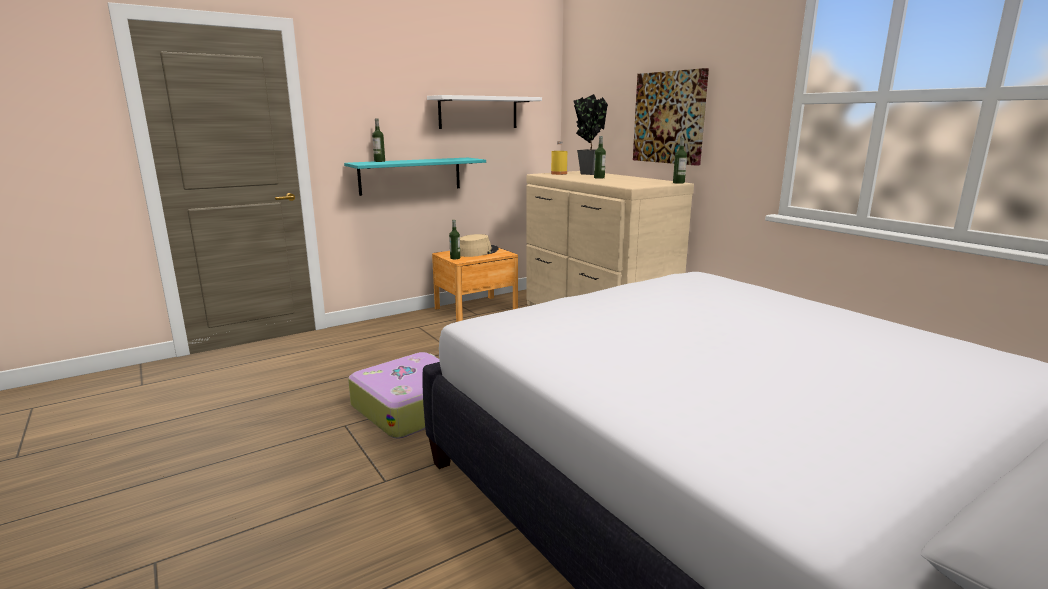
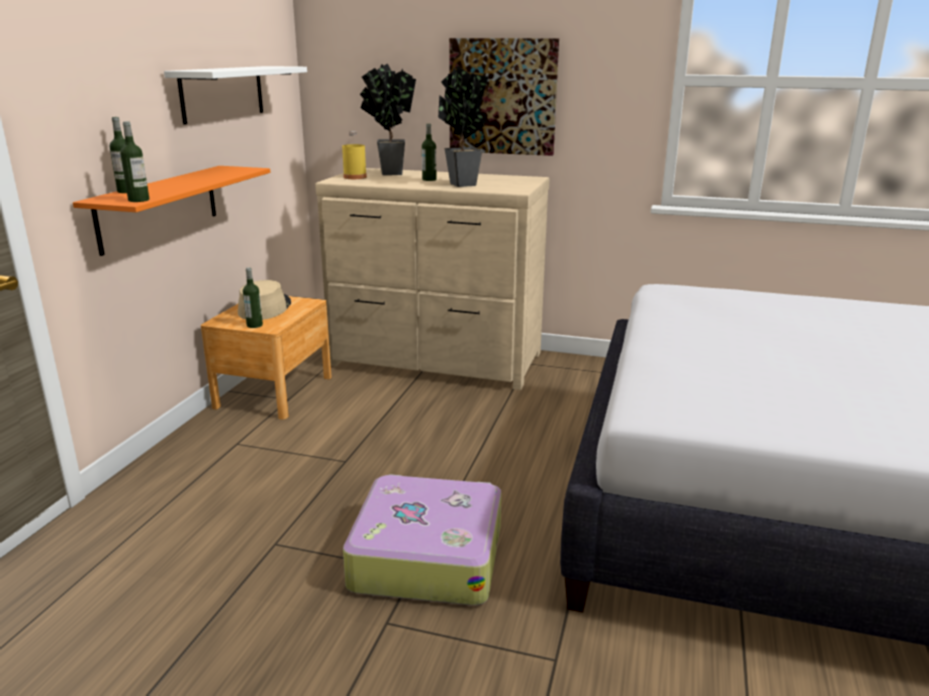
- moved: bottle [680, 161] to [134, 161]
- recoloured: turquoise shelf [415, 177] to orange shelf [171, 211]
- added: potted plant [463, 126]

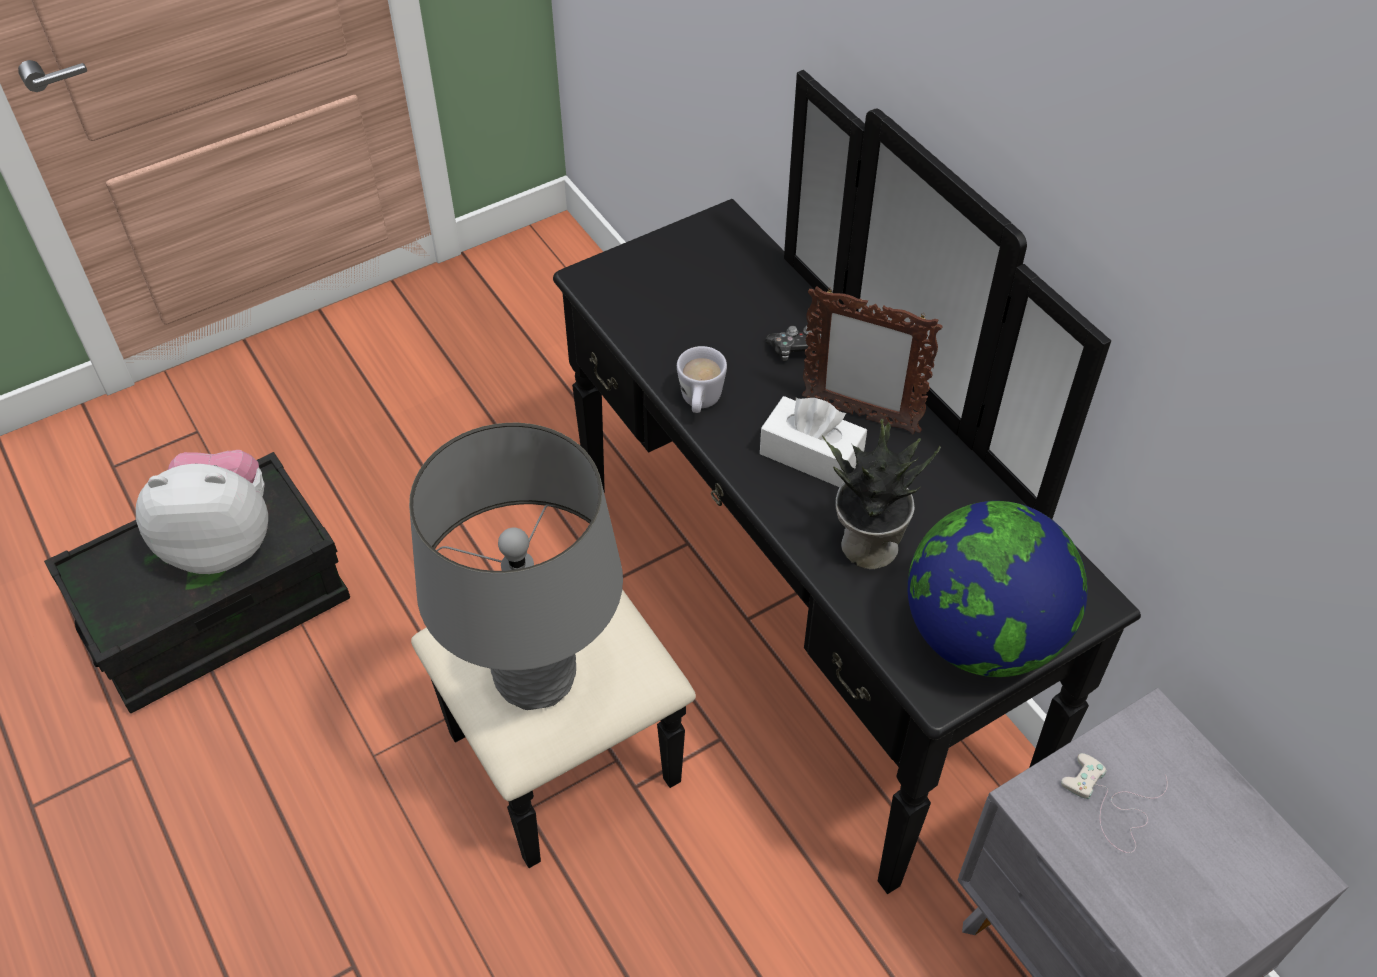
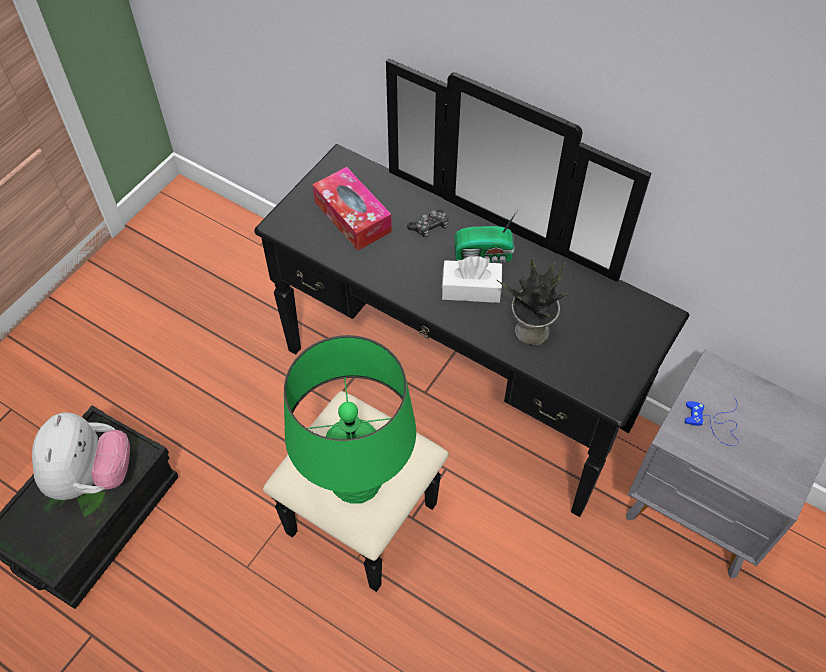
- replaced: picture frame [872, 360] to radio [487, 235]
- removed: white mug [702, 379]
- recoloured: grey table lamp [516, 566] to green table lamp [350, 419]
- turned: plush toy [202, 512] = [81, 456] 120 degrees clockwise
- removed: globe [997, 589]
- recoloured: white game controller [1114, 803] to blue game controller [711, 421]
- added: tissue box [352, 208]

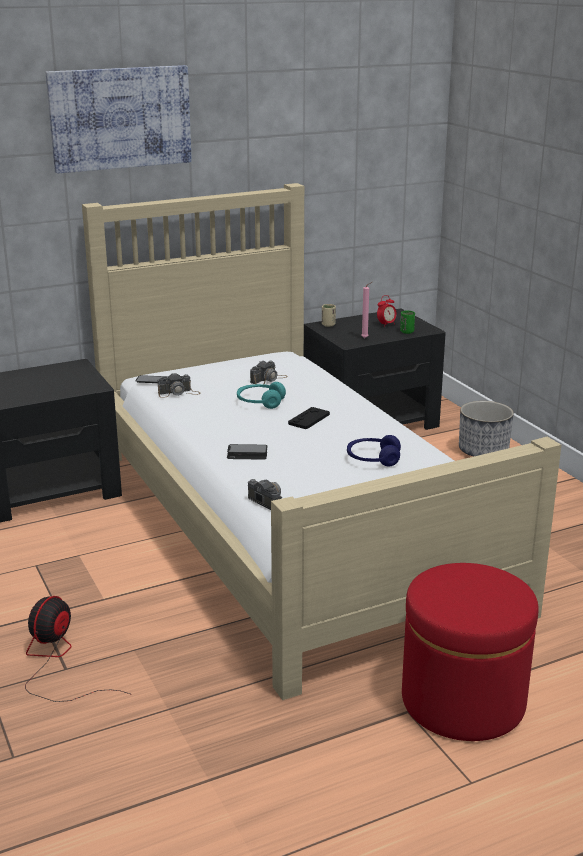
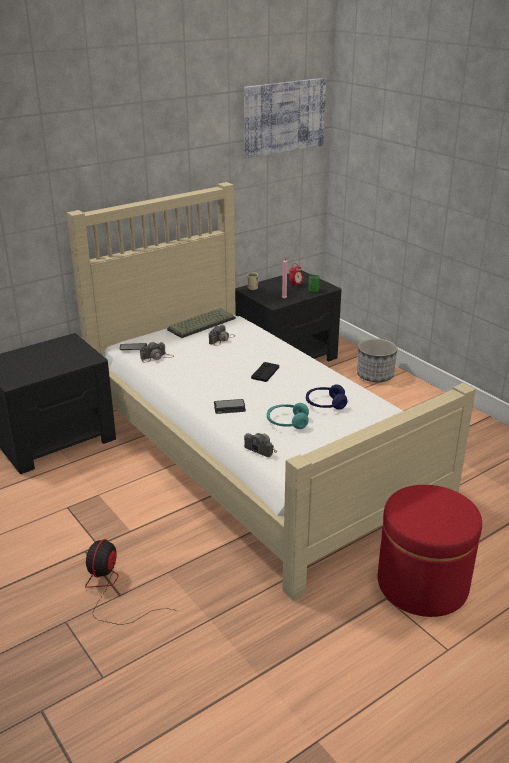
- moved: picture [119, 119] to [285, 118]
- moved: turquoise headphones [261, 395] to [288, 416]
- added: keyboard [201, 323]

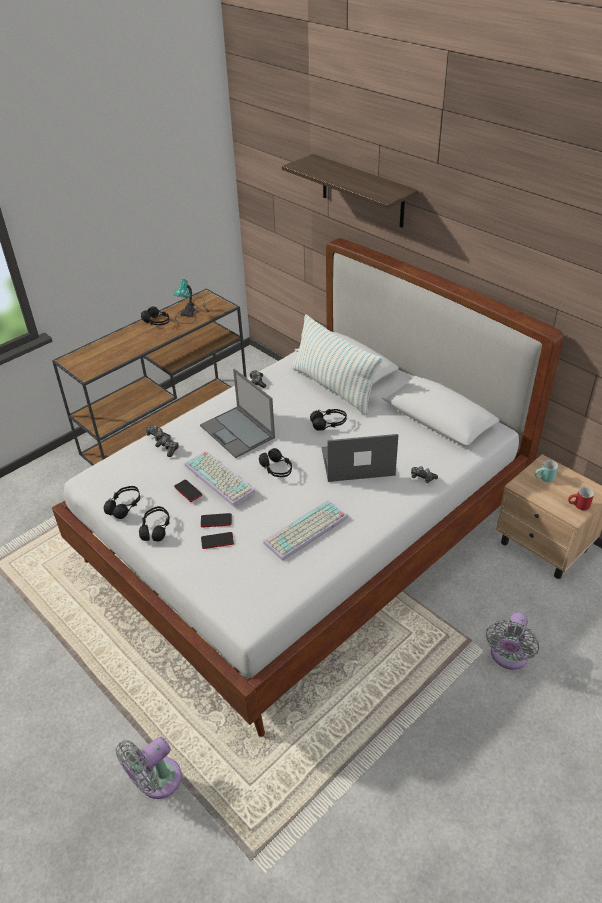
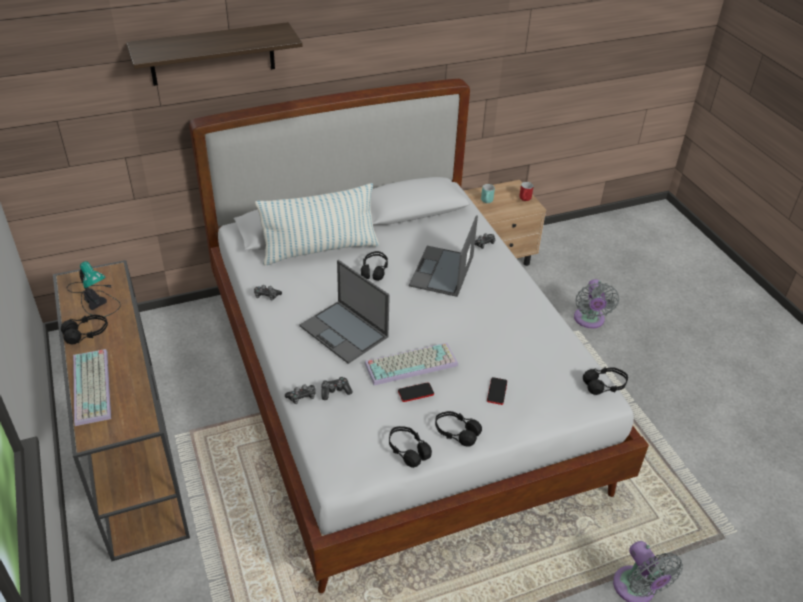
- turned: laptop [237, 413] = [344, 312] 60 degrees clockwise
- moved: black headphones [275, 462] to [605, 381]
- moved: keyboard [305, 530] to [92, 387]
- removed: phone [216, 520]
- turned: grey fan [512, 641] = [596, 304] 45 degrees clockwise

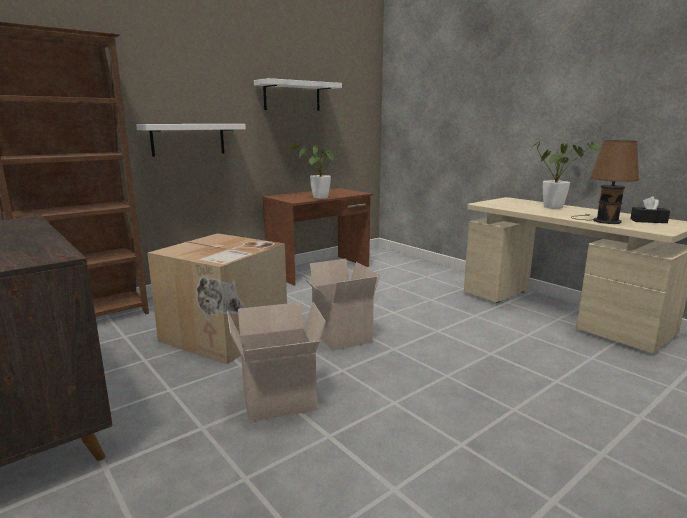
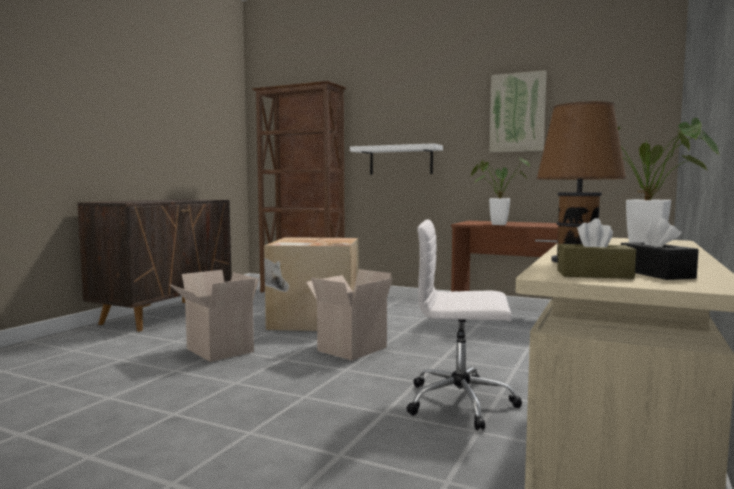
- replaced: white shelf [298, 94] to picture [517, 111]
- added: brown tissue box [596, 248]
- added: white office chair [464, 325]

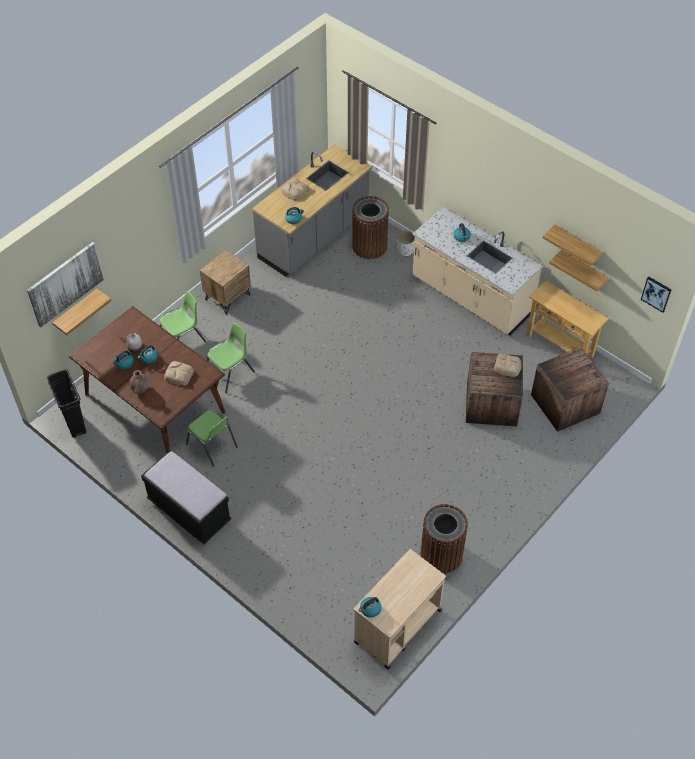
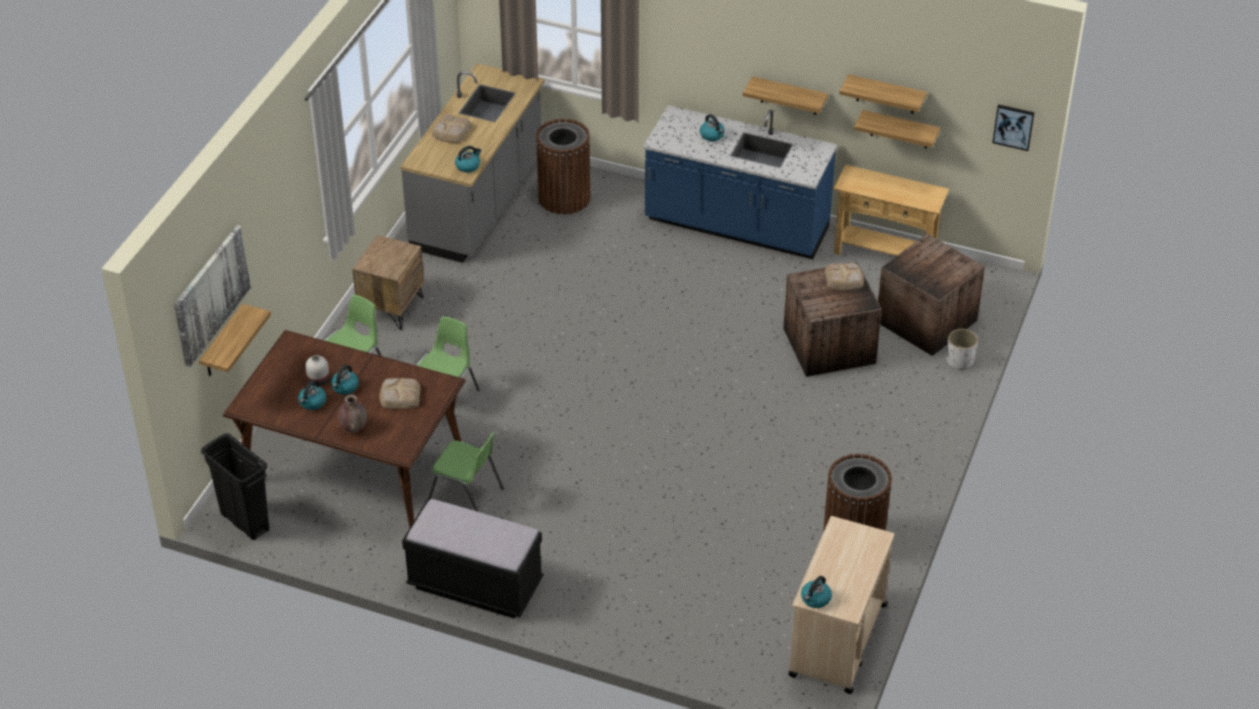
- recoloured: beige counter [478, 271] to blue counter [740, 182]
- moved: white planter [406, 244] to [962, 349]
- added: shelf [785, 96]

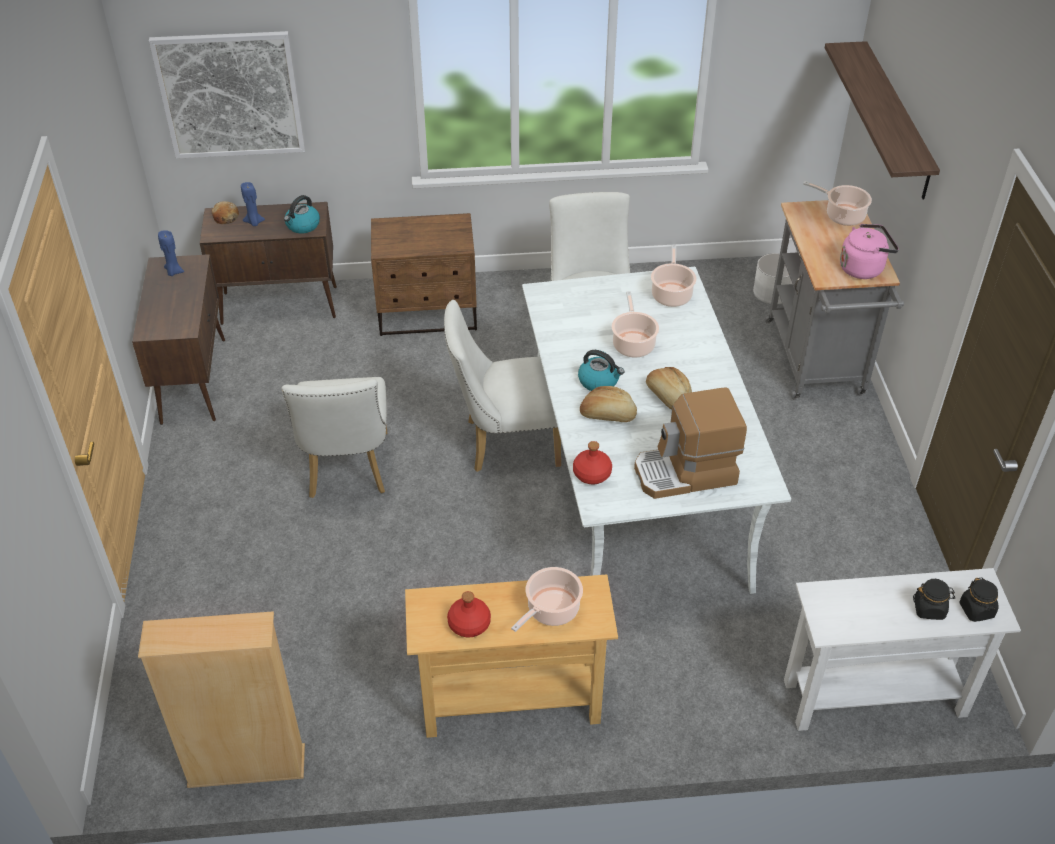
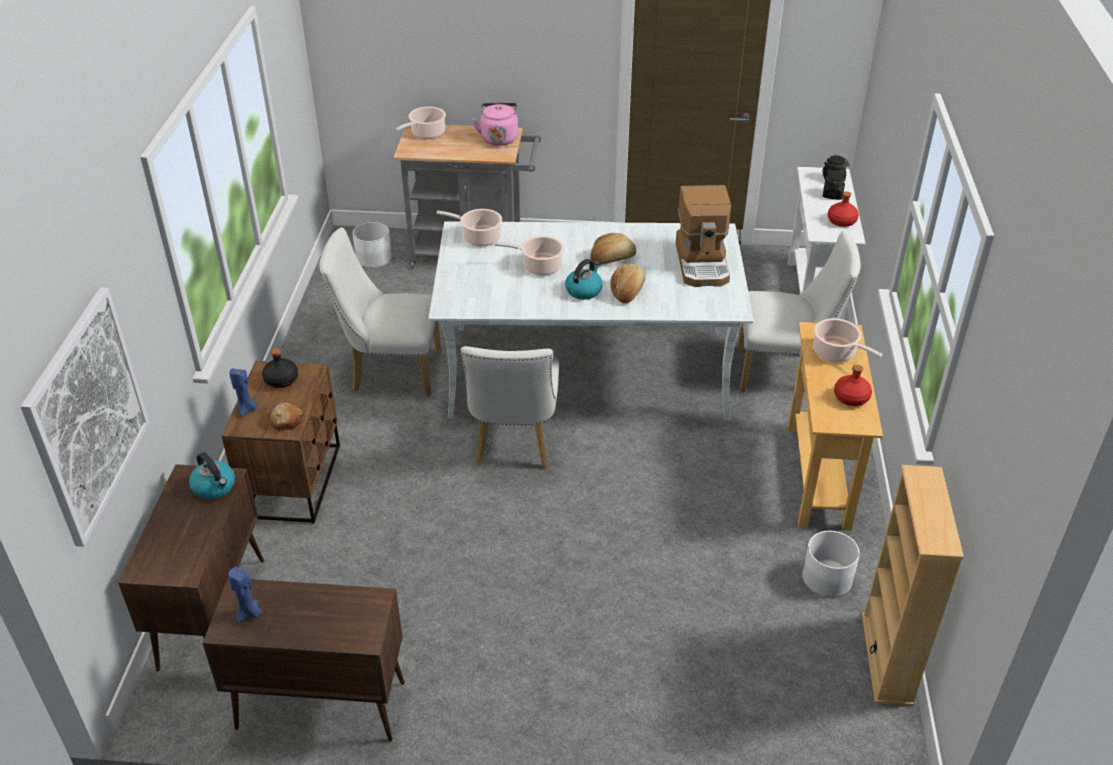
- removed: shelf [882, 120]
- moved: blue candle [253, 204] to [243, 392]
- moved: bread [225, 212] to [287, 416]
- moved: white chair [334, 437] to [799, 311]
- moved: red bottle [592, 462] to [843, 209]
- added: black bottle [280, 368]
- added: white planter [831, 564]

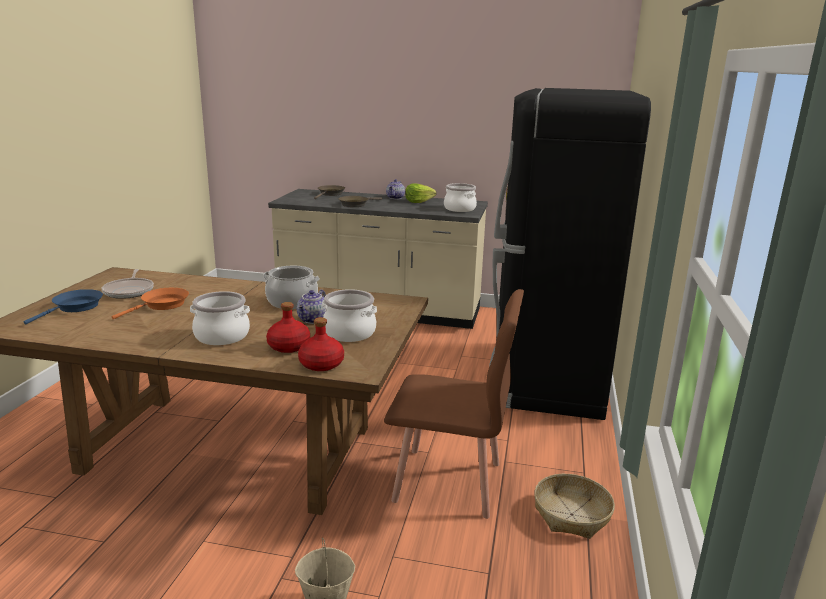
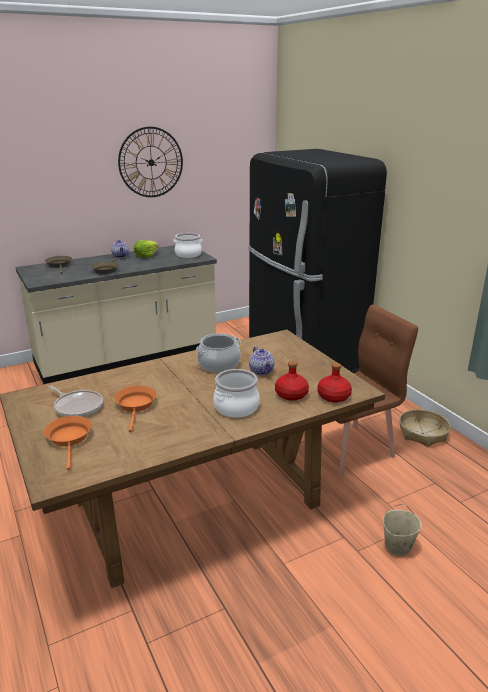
- recoloured: blue frying pan [63, 307] to orange frying pan [68, 443]
- removed: cooking pot [349, 315]
- added: wall clock [150, 162]

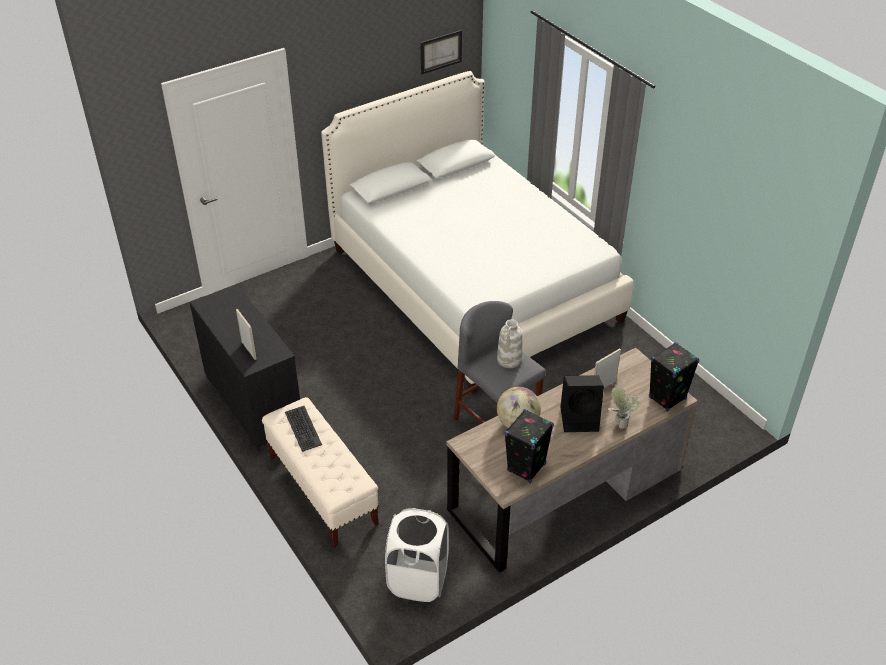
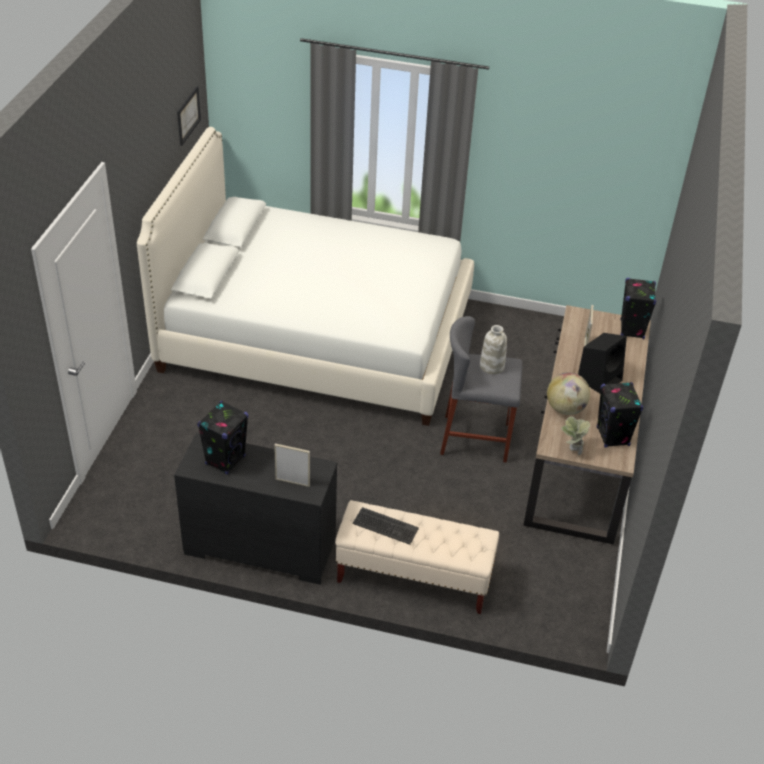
- moved: potted plant [623, 407] to [575, 436]
- removed: white laundry basket [417, 555]
- added: black speaker [222, 437]

